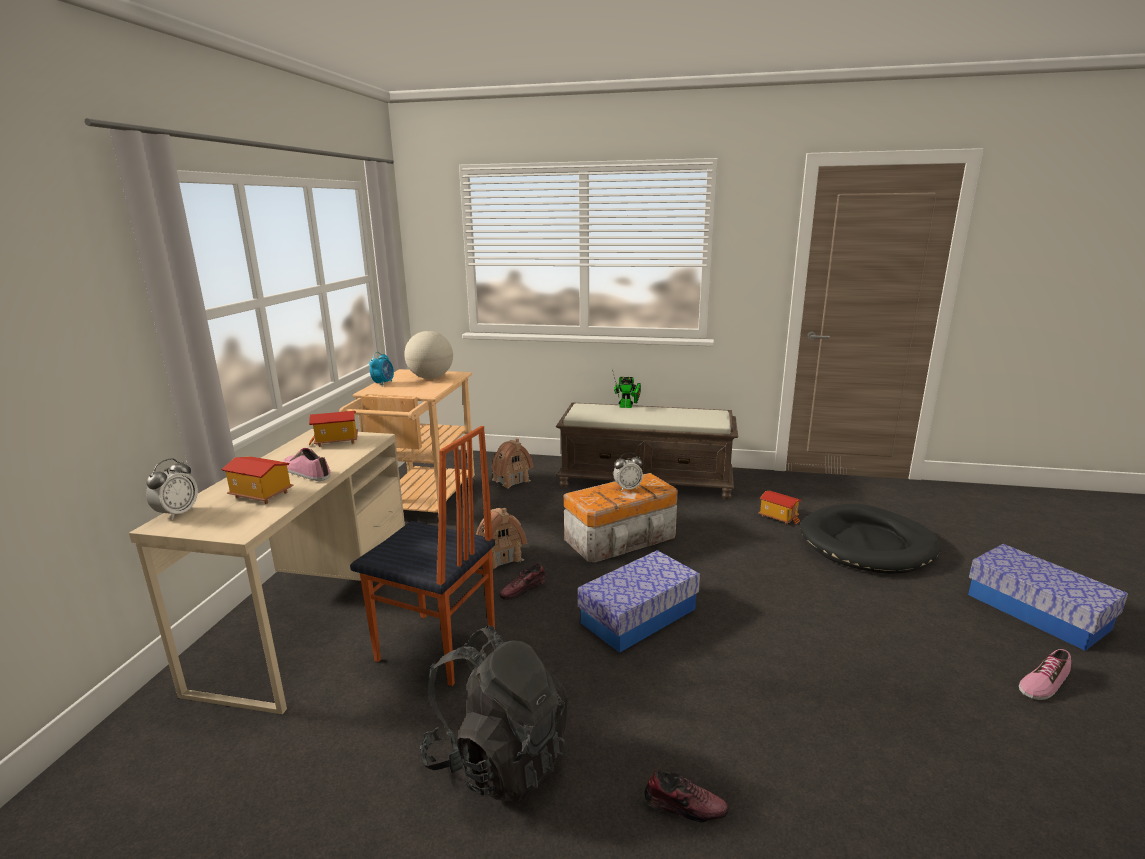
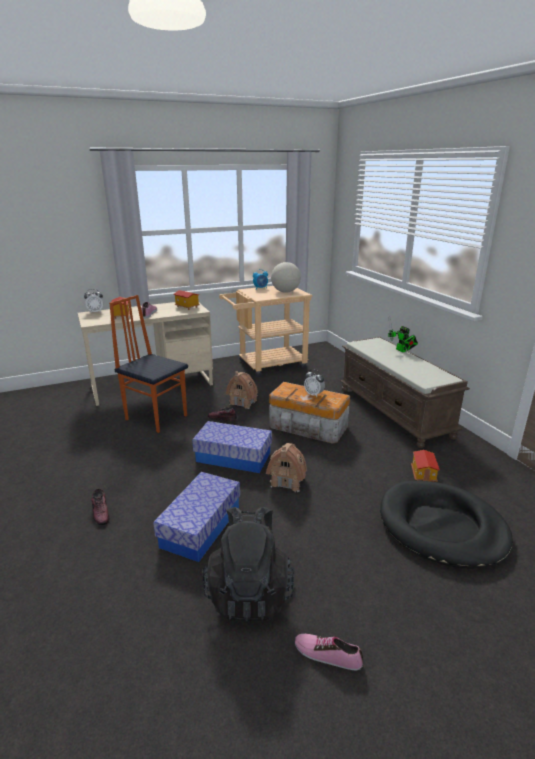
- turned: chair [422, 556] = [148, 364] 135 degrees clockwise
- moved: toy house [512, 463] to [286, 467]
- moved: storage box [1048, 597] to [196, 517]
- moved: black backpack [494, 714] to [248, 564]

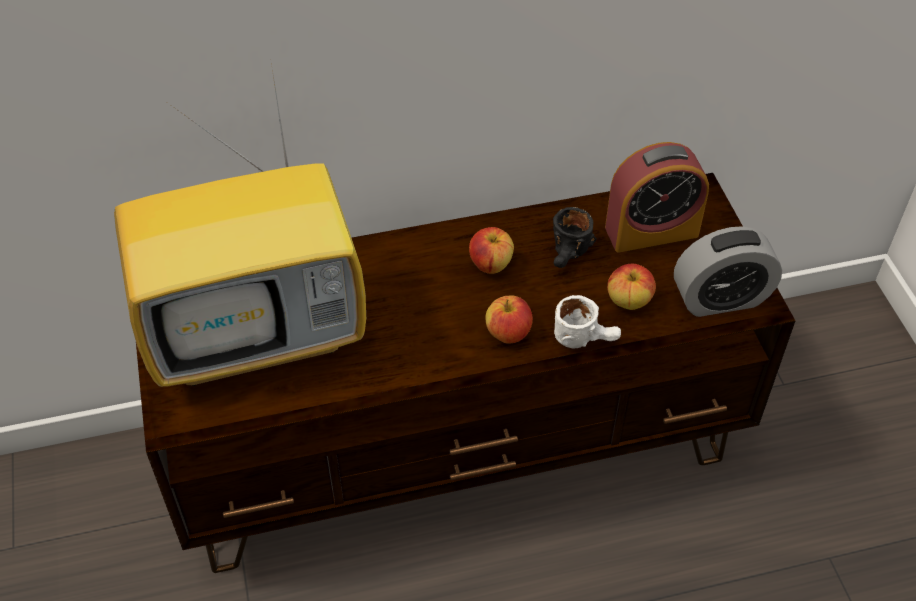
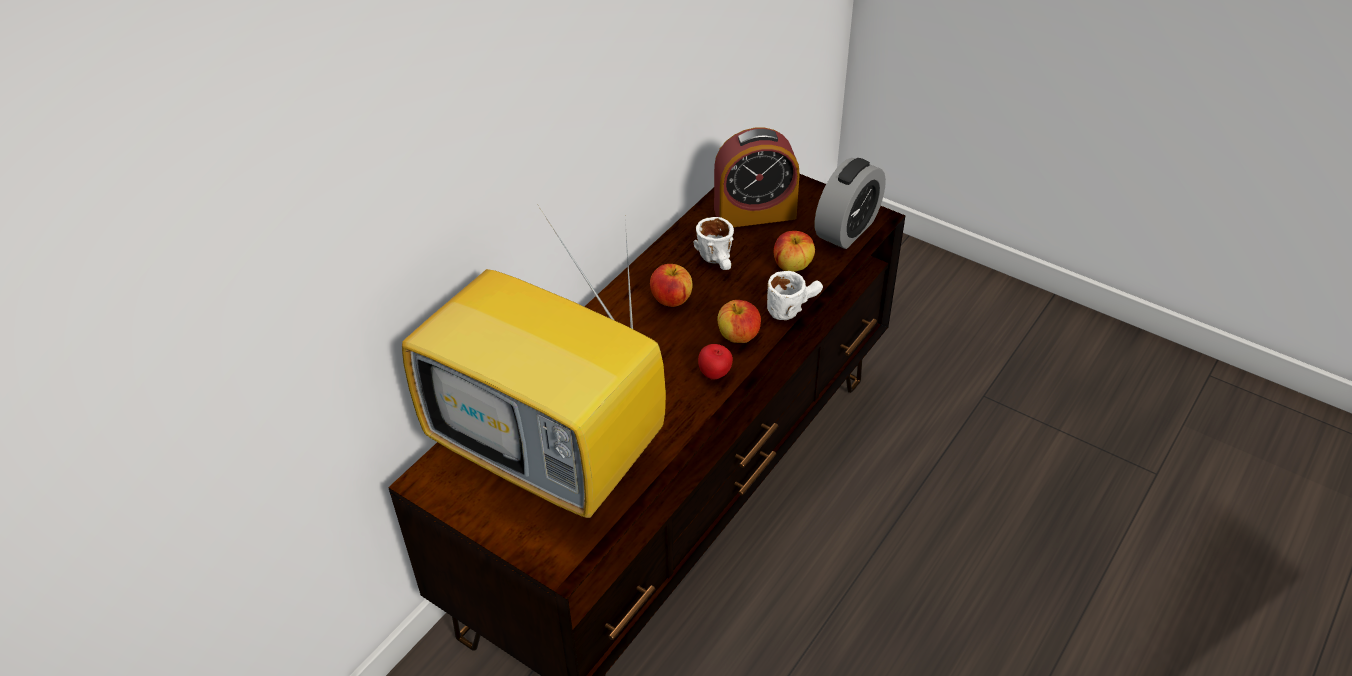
- turned: television [240, 225] = [534, 365] 90 degrees clockwise
- turned: alarm clock [657, 197] = [757, 177] 45 degrees clockwise
- recoloured: black mug [575, 237] to white mug [714, 243]
- added: apple [715, 361]

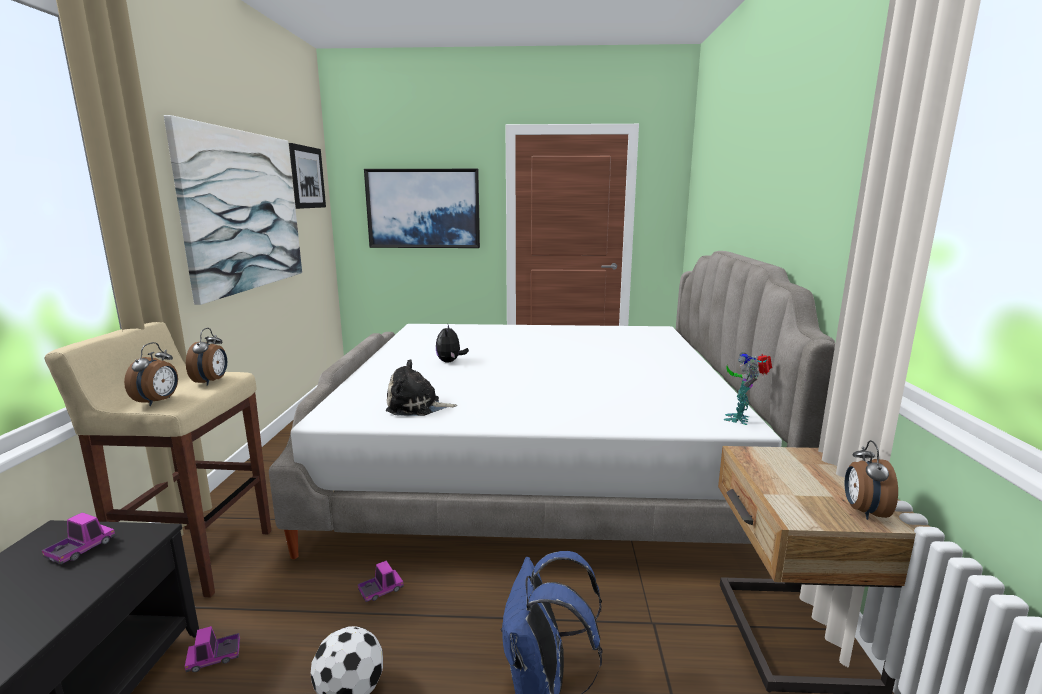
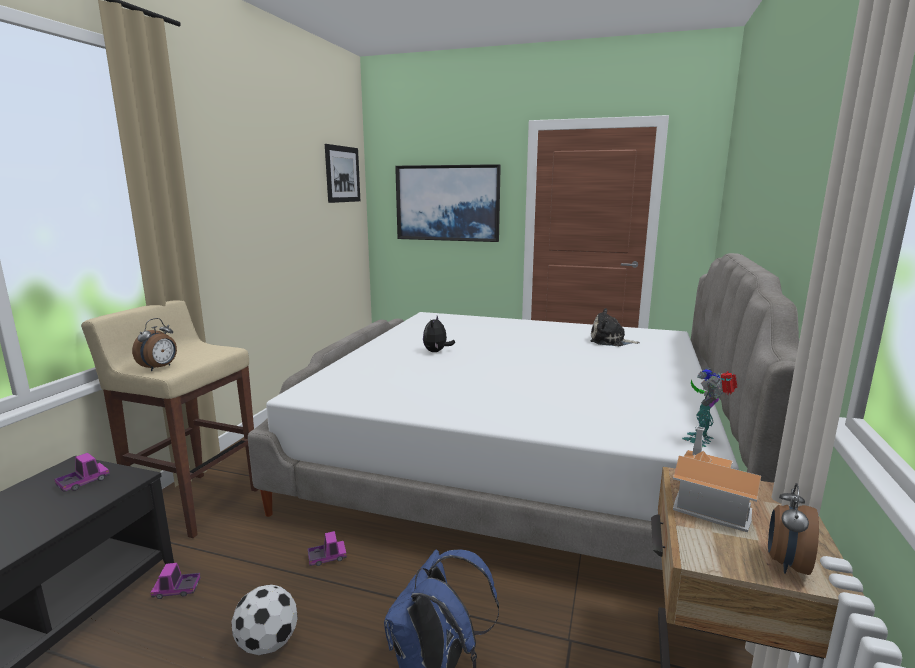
- removed: picture [233, 210]
- removed: alarm clock [206, 356]
- moved: plush toy [421, 387] to [615, 327]
- added: toy house [717, 479]

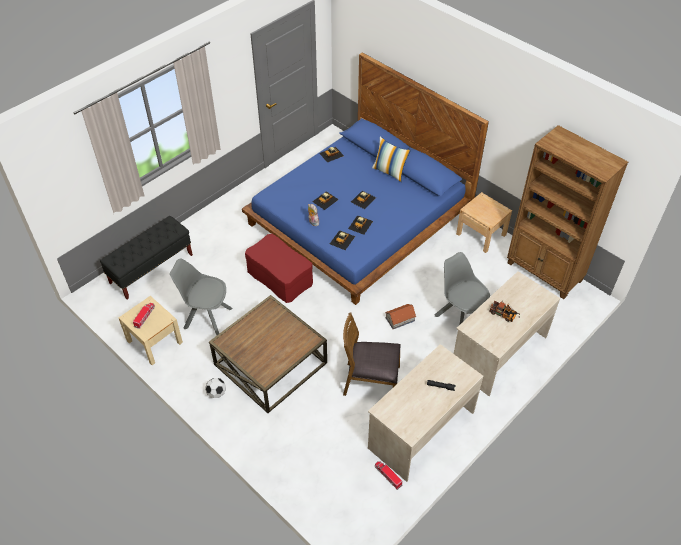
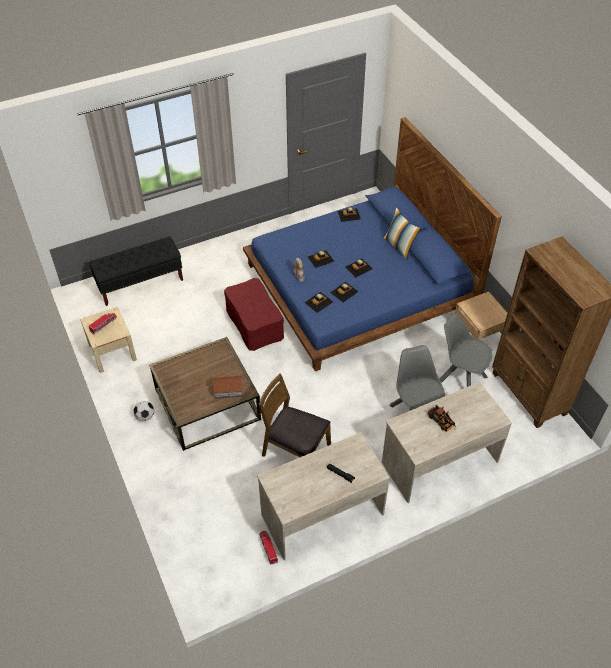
- moved: grey chair [201, 297] to [466, 350]
- moved: toy house [400, 316] to [227, 387]

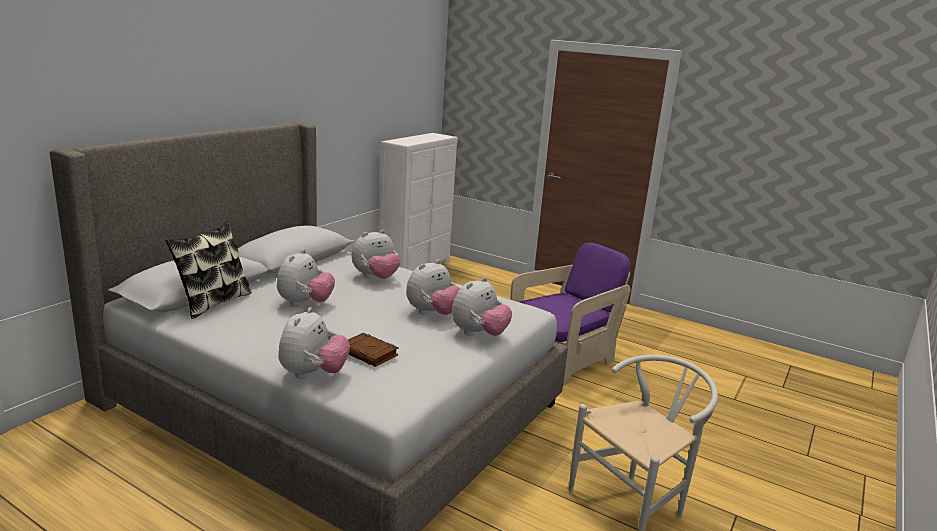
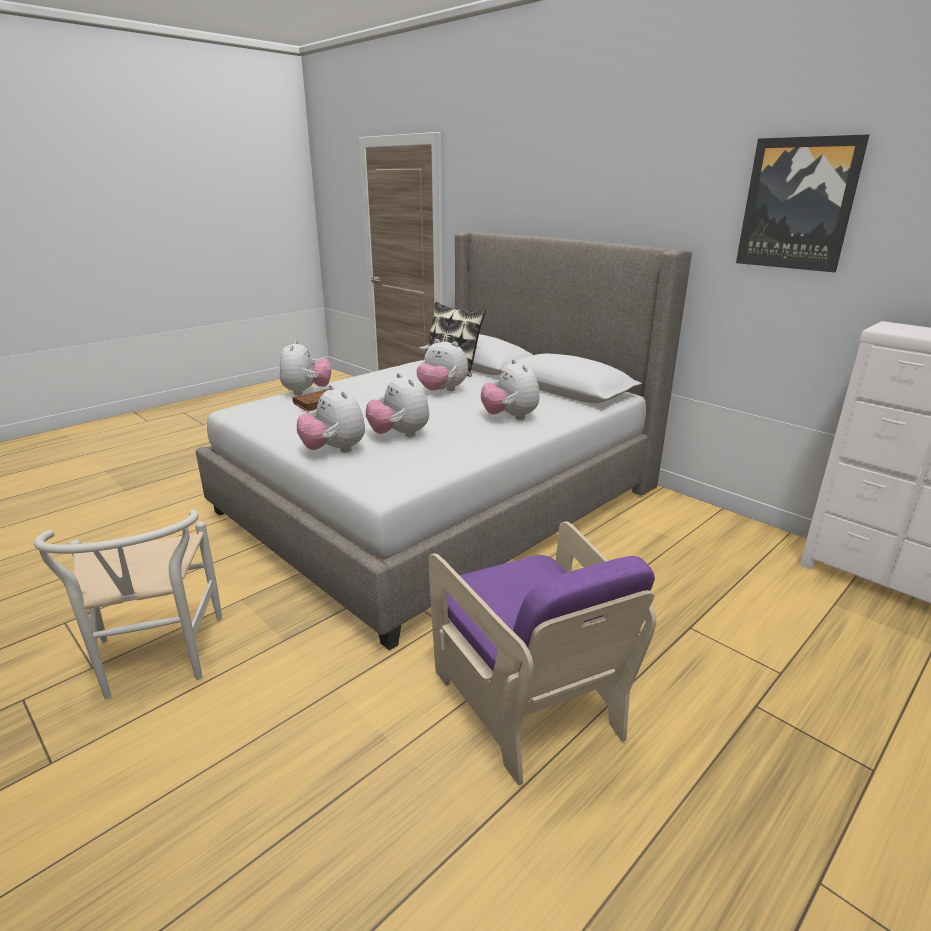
- turned: plush toy [314, 343] = [305, 367] 120 degrees counterclockwise
- added: picture [802, 203]

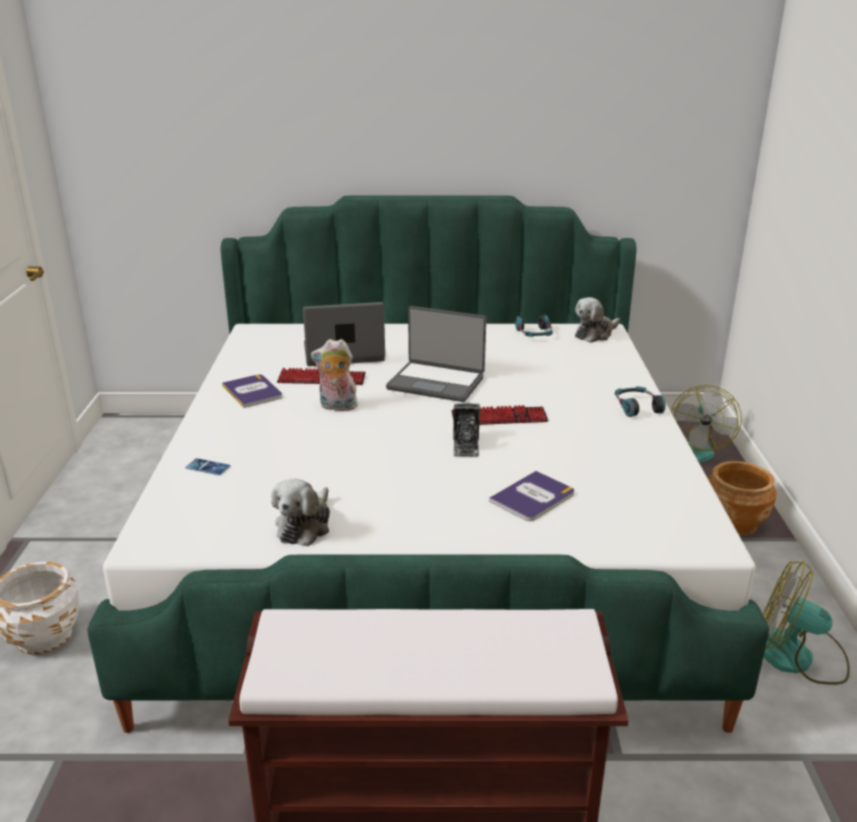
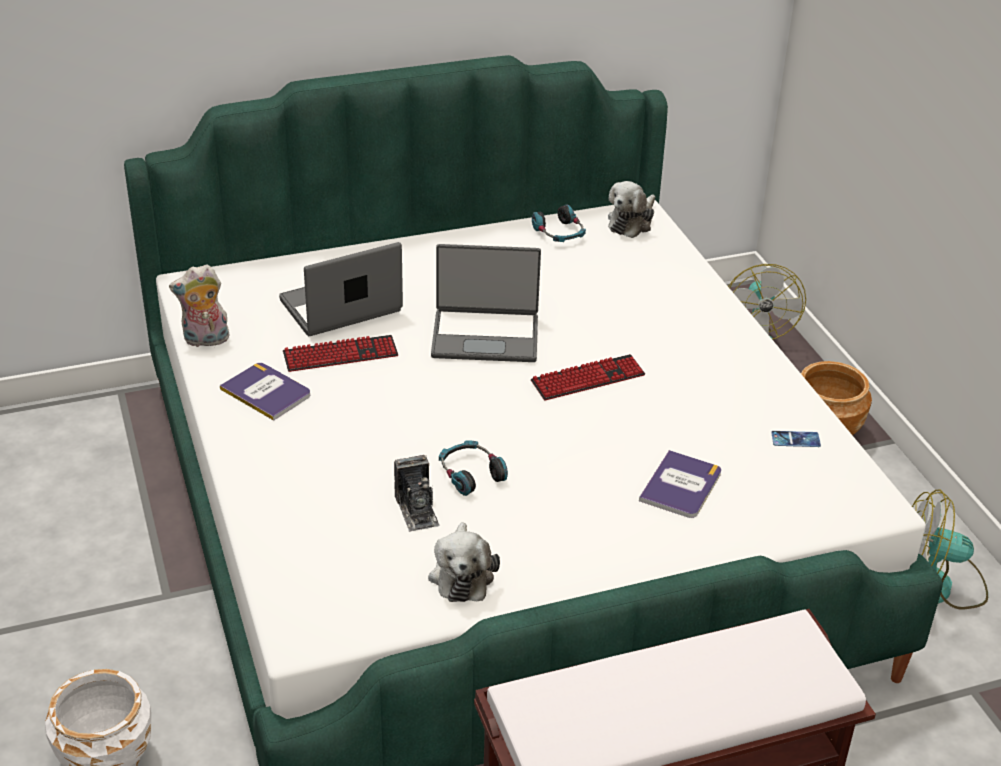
- moved: plush toy [334, 375] to [199, 305]
- moved: headphones [640, 401] to [473, 468]
- moved: photo camera [466, 430] to [417, 493]
- moved: phone [208, 466] to [796, 439]

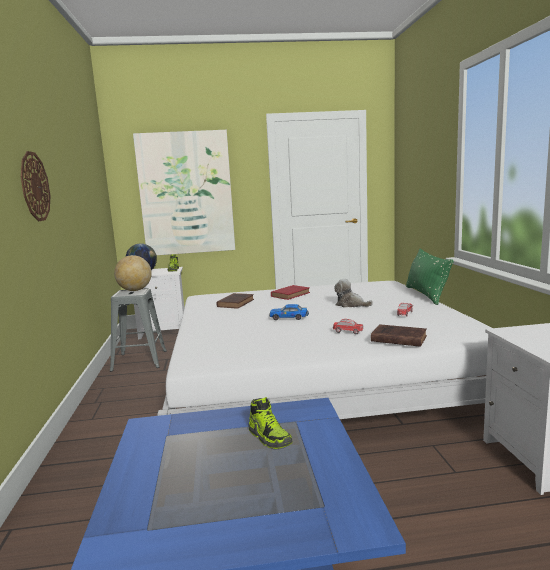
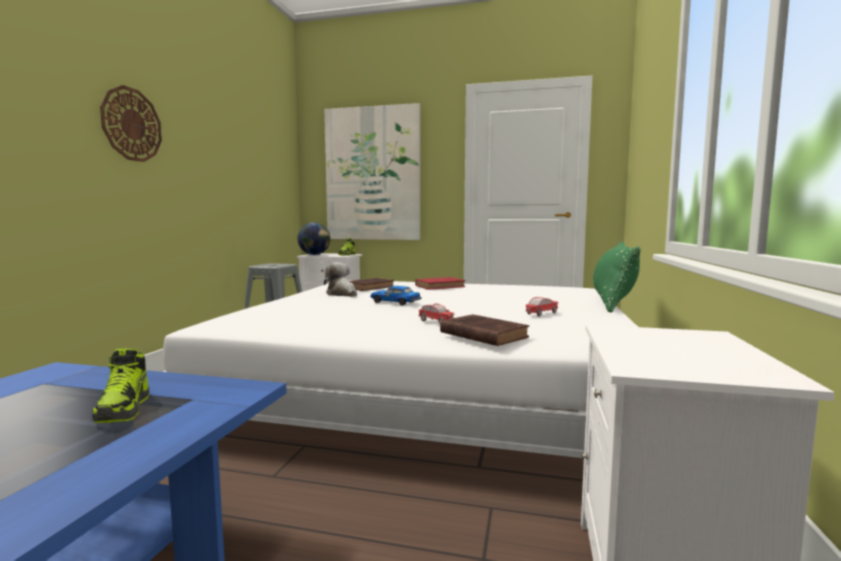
- removed: globe [133, 273]
- moved: plush toy [354, 293] to [340, 279]

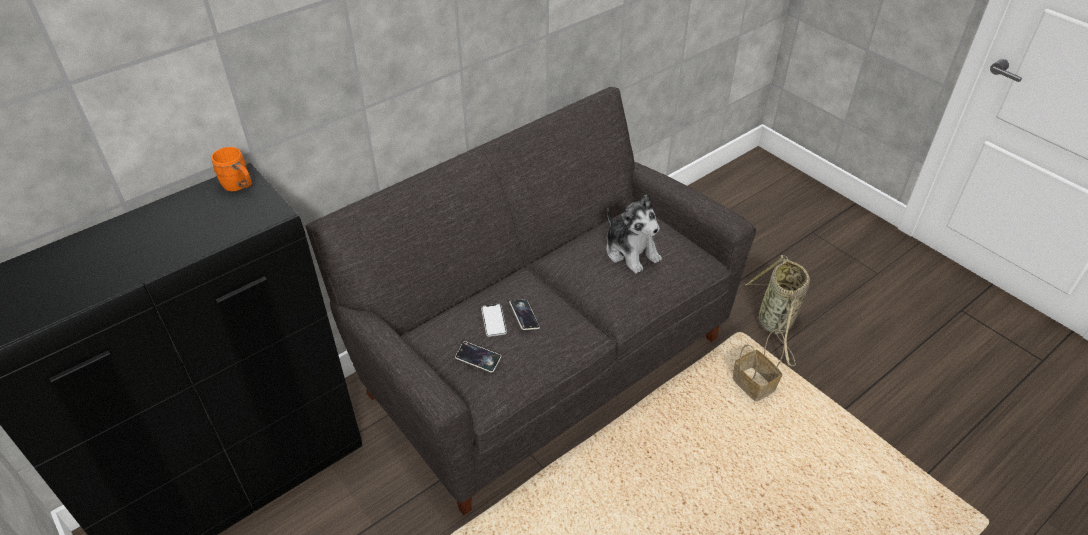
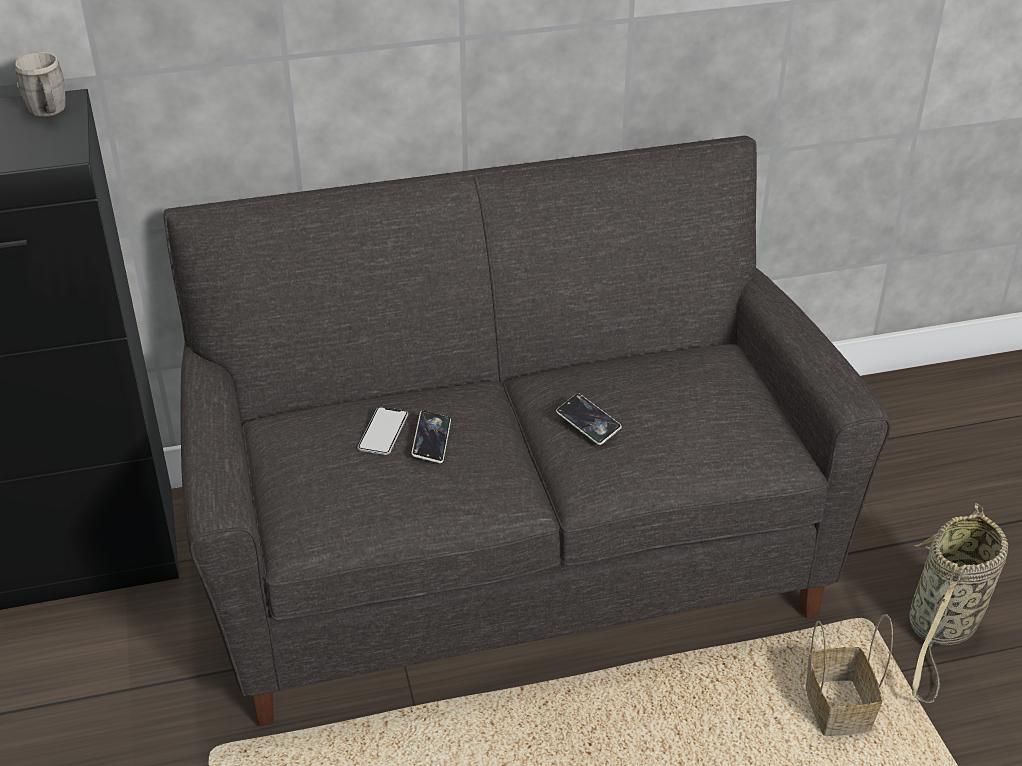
- recoloured: orange mug [231, 169] to grey mug [40, 84]
- removed: plush toy [634, 234]
- moved: phone [478, 357] to [589, 419]

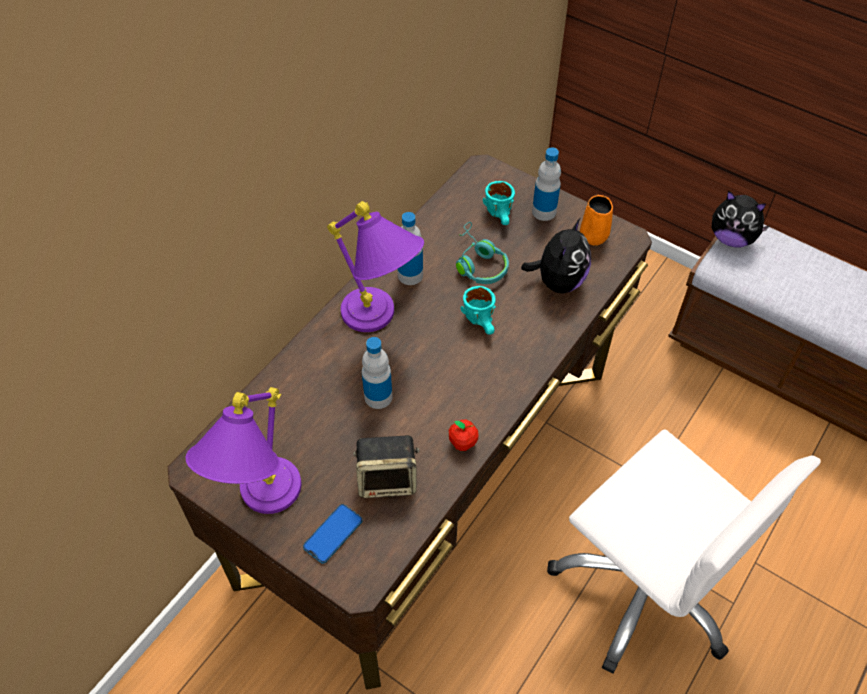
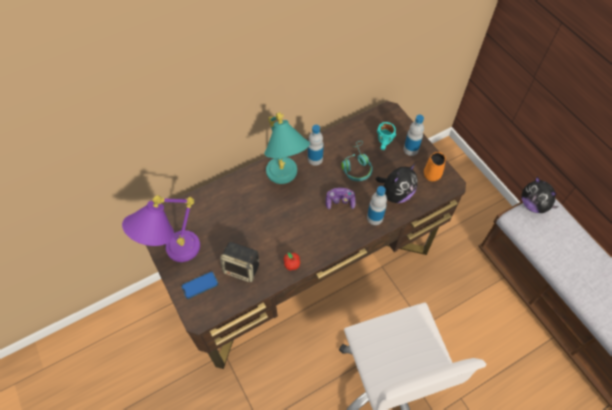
- recoloured: purple table lamp [375, 266] to turquoise table lamp [287, 148]
- replaced: turquoise mug [478, 310] to game controller [341, 198]
- moved: bottle [377, 373] to [377, 205]

